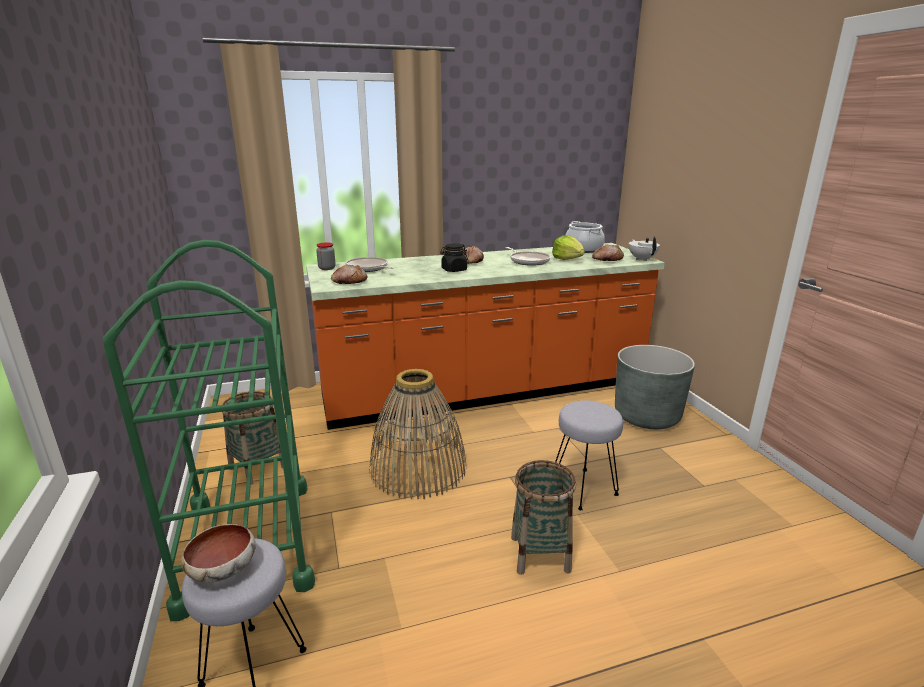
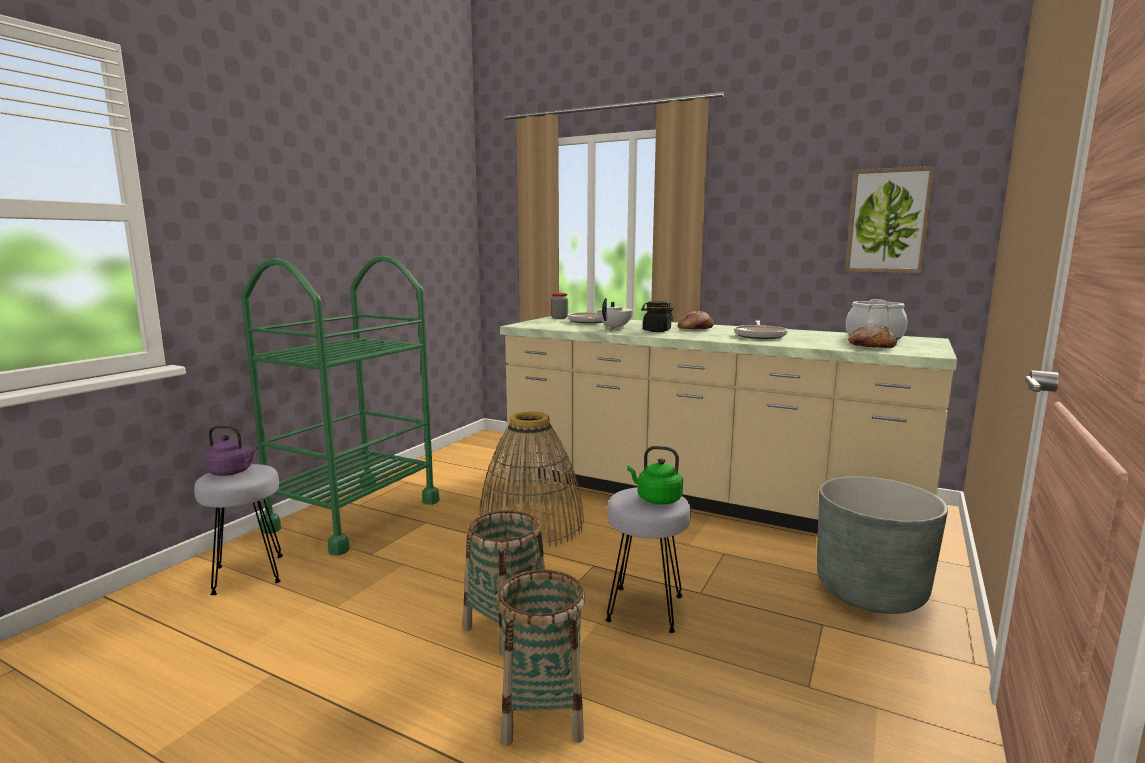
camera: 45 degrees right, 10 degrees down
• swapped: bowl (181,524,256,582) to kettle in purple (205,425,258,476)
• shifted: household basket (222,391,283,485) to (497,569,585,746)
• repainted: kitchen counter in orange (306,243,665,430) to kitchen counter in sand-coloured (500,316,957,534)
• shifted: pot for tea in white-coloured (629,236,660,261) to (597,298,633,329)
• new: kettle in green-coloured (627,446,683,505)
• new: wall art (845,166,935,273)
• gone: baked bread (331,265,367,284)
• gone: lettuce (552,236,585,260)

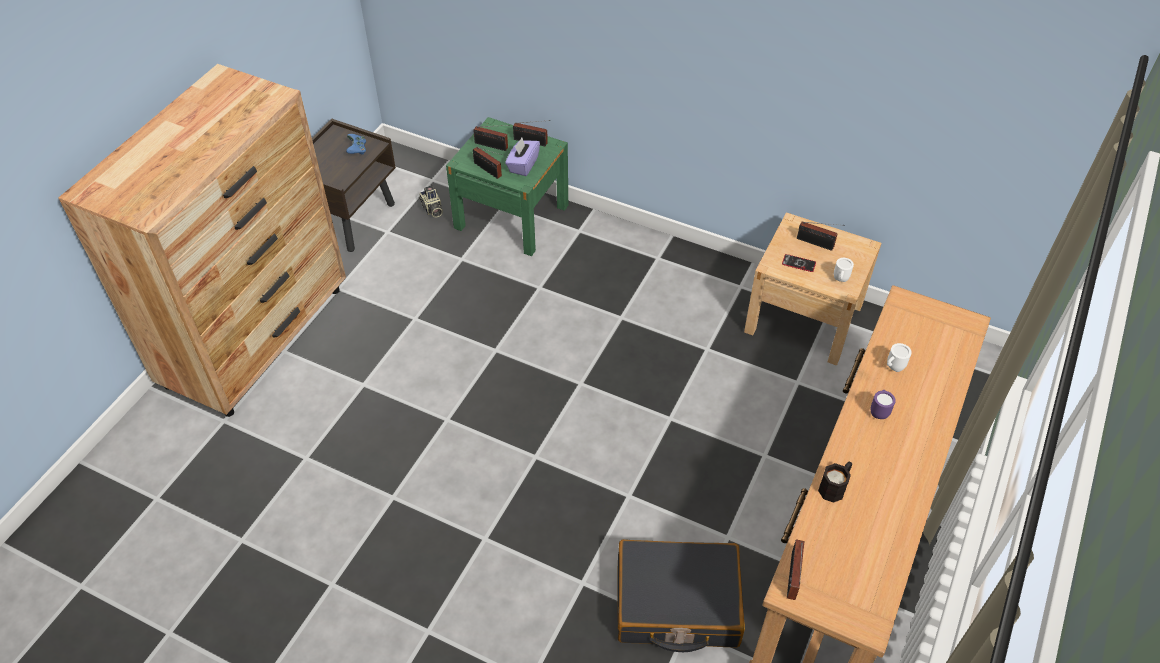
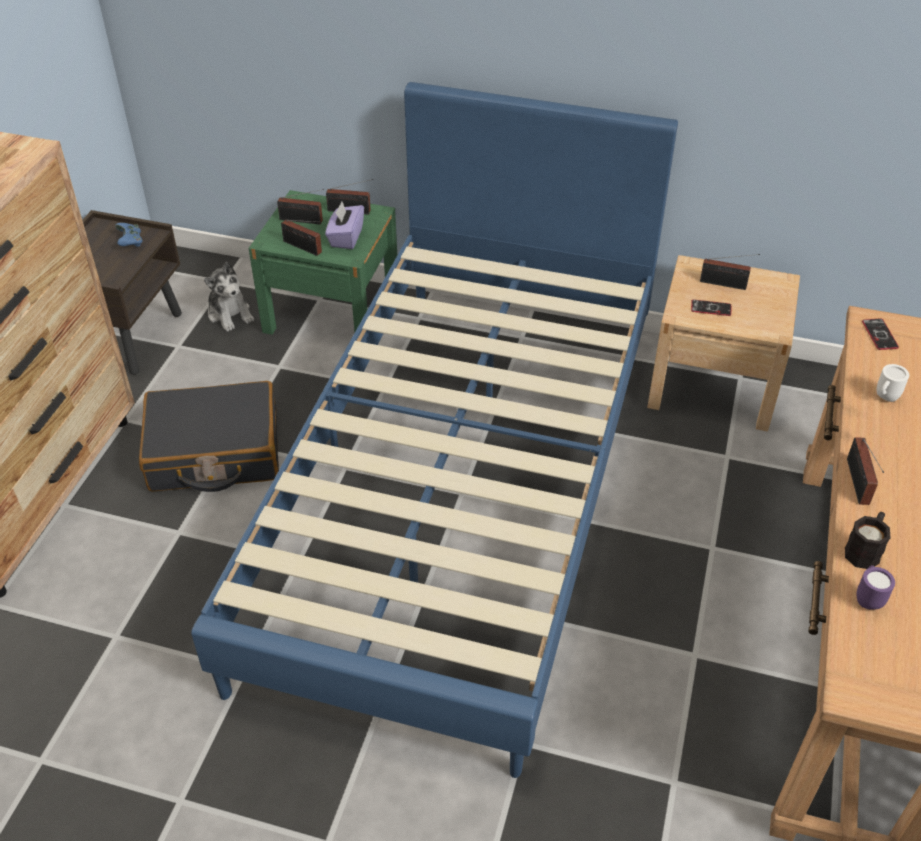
camera: 10 degrees left, 5 degrees down
• shifted: suitcase in blackish (617,539,745,652) to (139,381,279,492)
• new: bedroom bed in bluish (191,82,678,778)
• swapped: still camera (419,185,443,217) to soft toy (204,262,254,332)
• shifted: radio set (787,539,804,600) to (847,437,884,505)
• shifted: coffee mug in purple (871,390,896,419) to (857,565,895,610)
• new: telephone (862,318,899,350)
• gone: coffee mug in white-coloured (834,258,854,282)

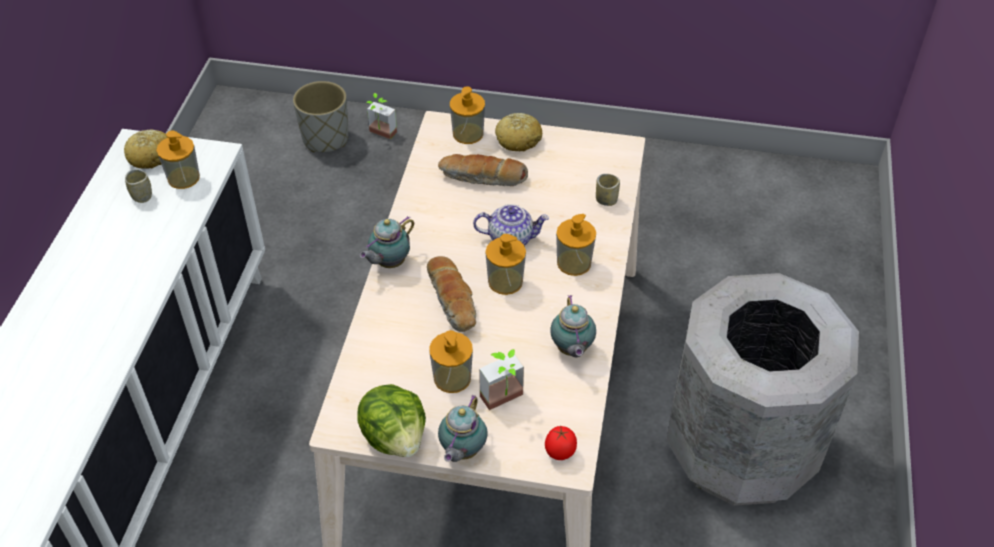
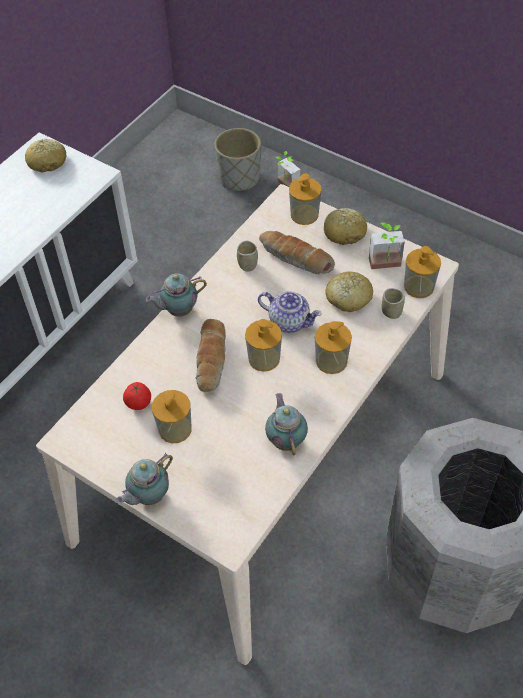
camera: 25 degrees right, 5 degrees up
• shifted: tomato (545,426,577,460) to (123,382,151,410)
• shifted: drinking cup (125,169,152,203) to (237,241,258,272)
• rotated: pot for tea (550,295,596,357) = (265,393,308,456) 150 degrees clockwise
• new: baked bread (325,271,373,312)
• shifted: houseplant (479,349,524,410) to (369,222,405,269)
• shifted: soap dispenser (156,130,200,189) to (404,246,441,298)
• gone: lettuce (357,384,426,457)

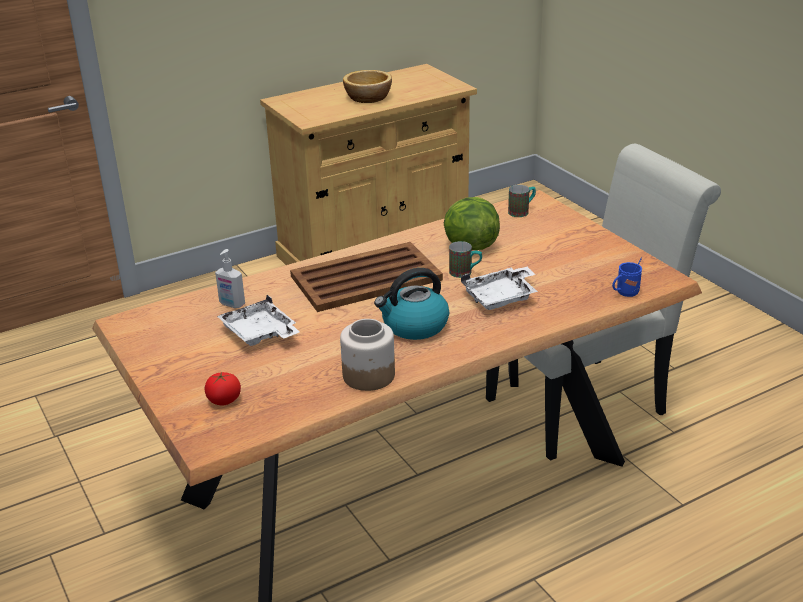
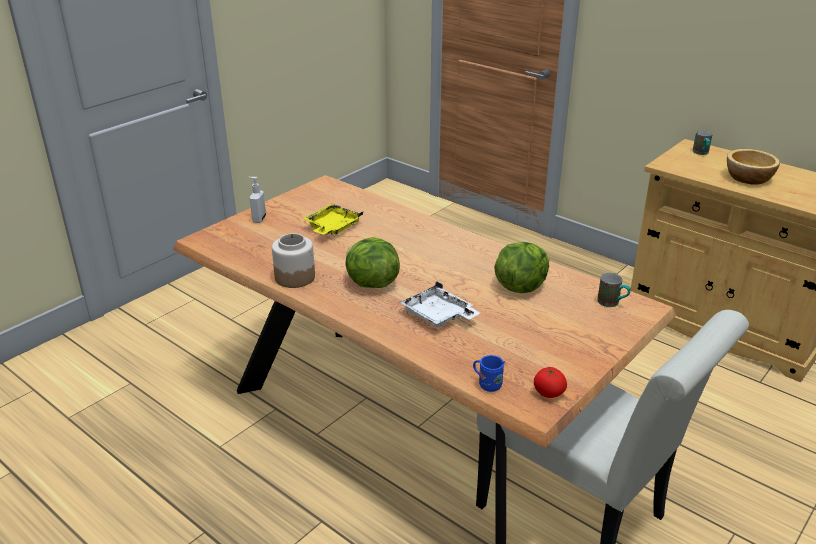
camera: 70 degrees right, 0 degrees up
• shifted: soap dispenser (215,249,245,308) to (248,177,266,223)
• repainted: serving tray in white-coloured (217,295,300,346) to serving tray in yellow (302,204,363,235)
• swapped: kettle (374,268,449,340) to lettuce (345,237,400,288)
• shifted: tomato (205,372,241,406) to (534,367,567,398)
• shifted: coffee mug (449,241,482,278) to (692,130,713,155)
• gone: serving tray in brownish (290,242,443,312)

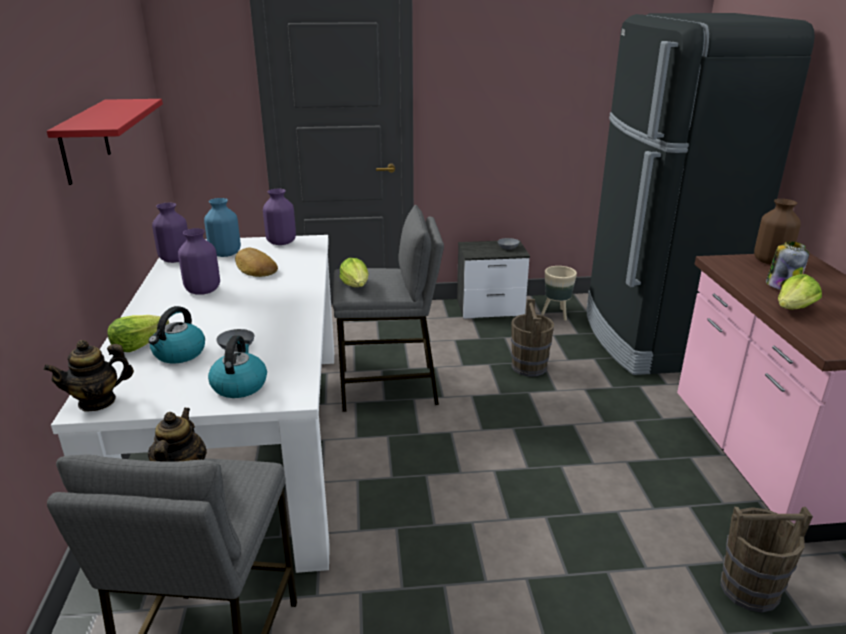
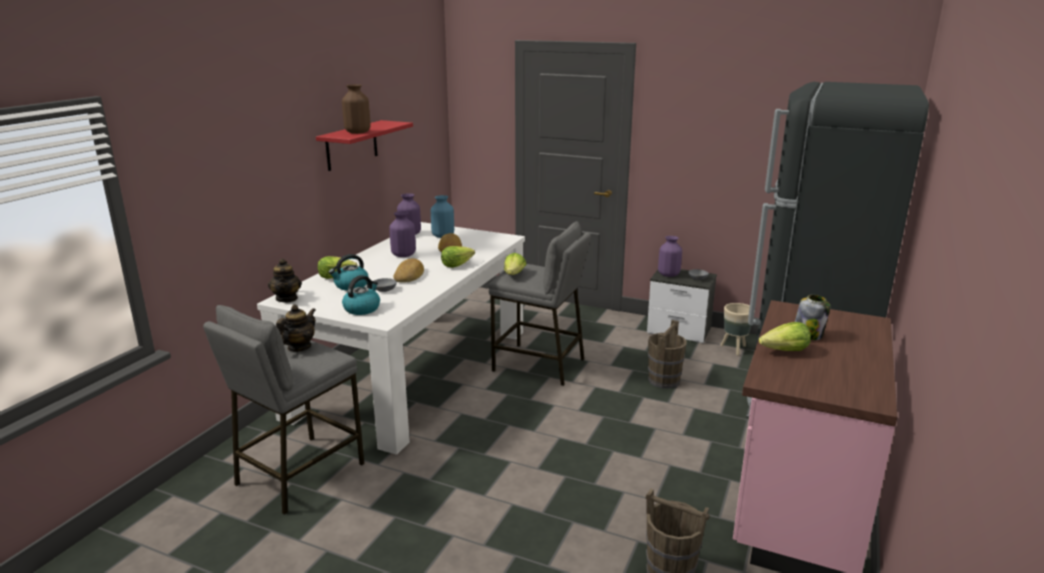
camera: 30 degrees right, 5 degrees down
• rotated: pot for tea (43,340,134,412) = (268,259,302,303) 105 degrees counterclockwise
• shifted: flower vase in brownish (754,199,801,265) to (342,84,371,134)
• new: baked bread (393,259,424,283)
• new: lettuce (441,246,475,268)
• shifted: flower vase in purple (263,189,296,245) to (658,236,682,277)

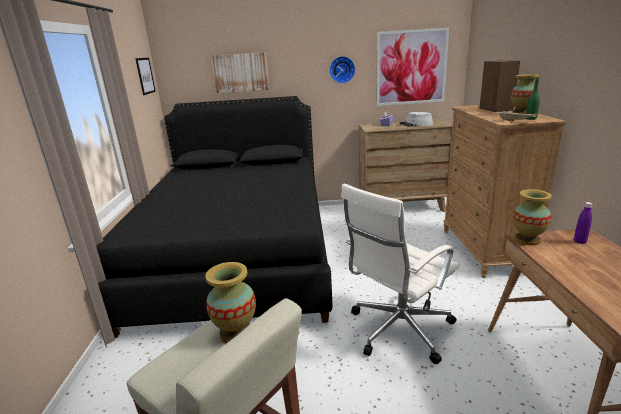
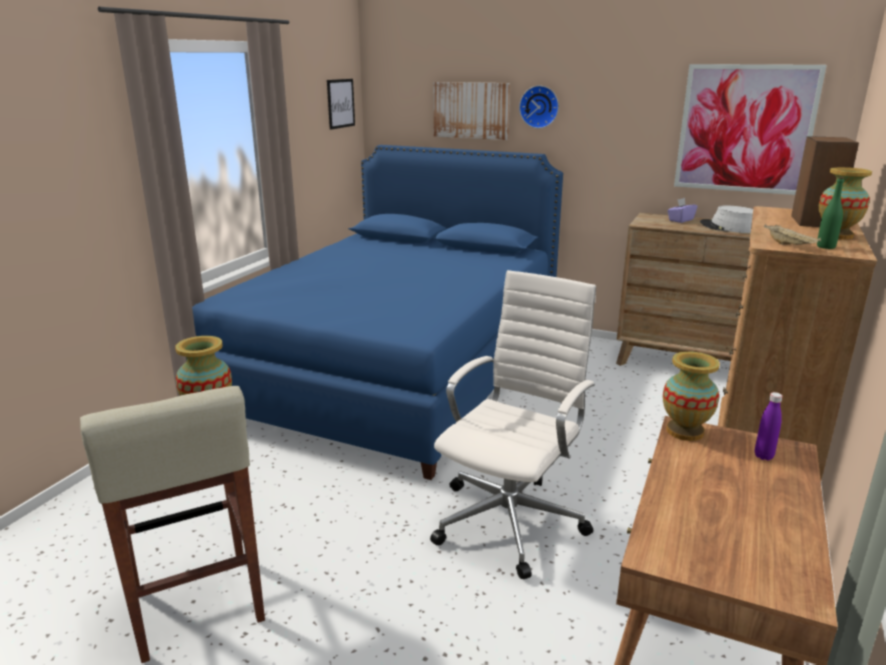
camera: 25 degrees right, 0 degrees up
• repainted: bedroom bed in blackish (96,96,333,338) to bedroom bed in bluish (186,145,563,480)
• rotated: computer chair in white-coloured (341,184,459,364) = (430,270,596,579) 135 degrees clockwise
• shifted: wall clock (329,56,355,84) to (519,85,559,128)

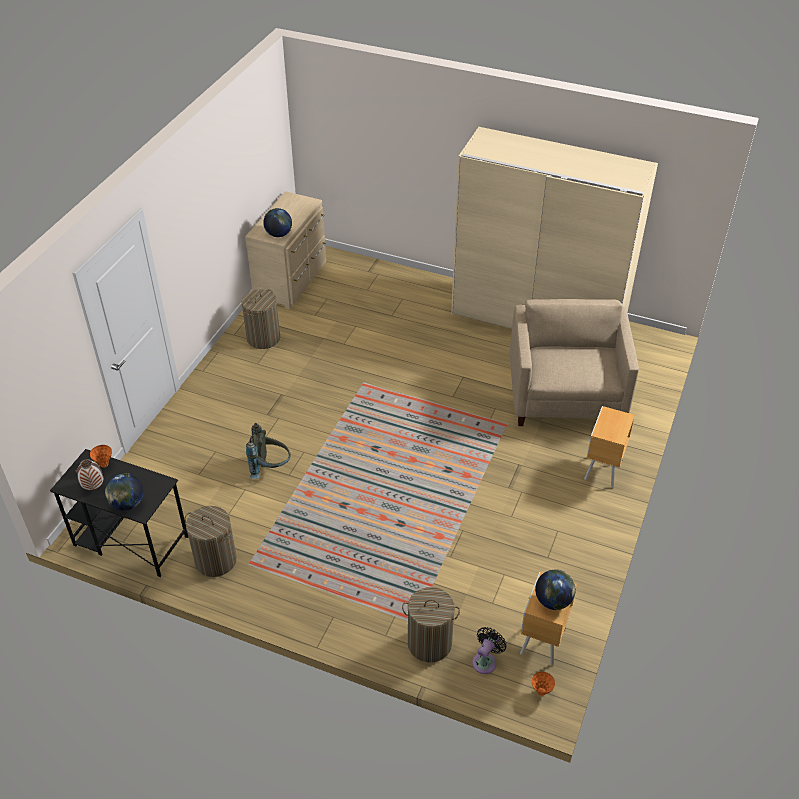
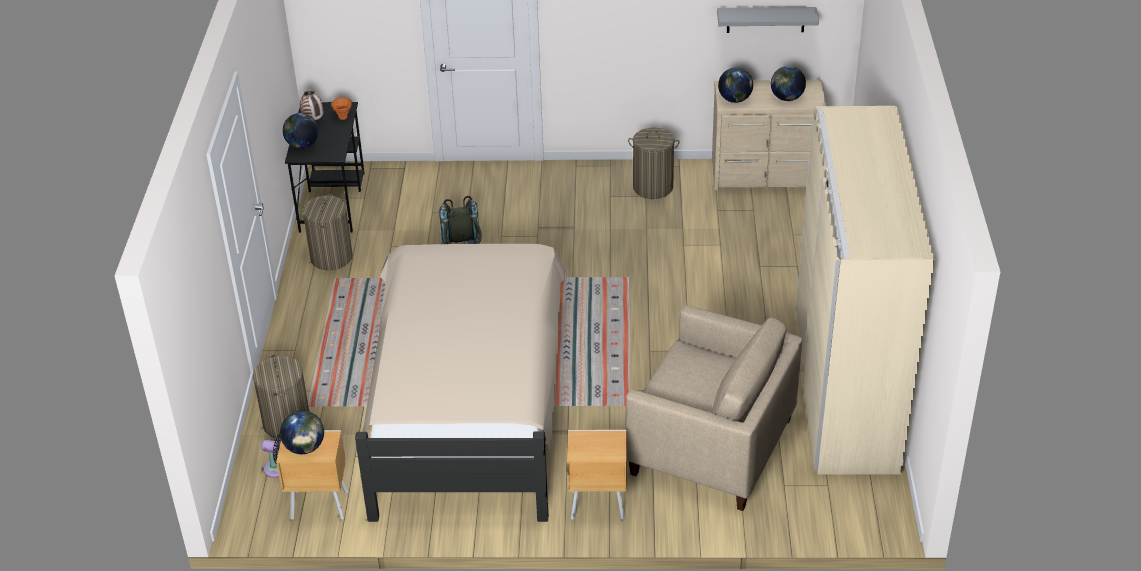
camera: 70 degrees right, 5 degrees down
• new: bedroom bed in sand-coloured (355,244,568,522)
• rotated: armchair in sand-coloured (510,299,639,426) = (626,305,802,511) 45 degrees clockwise
• new: shelf in gray (717,7,819,33)
• new: globe (771,66,806,101)
• gone: flower vase in orange (532,672,555,696)

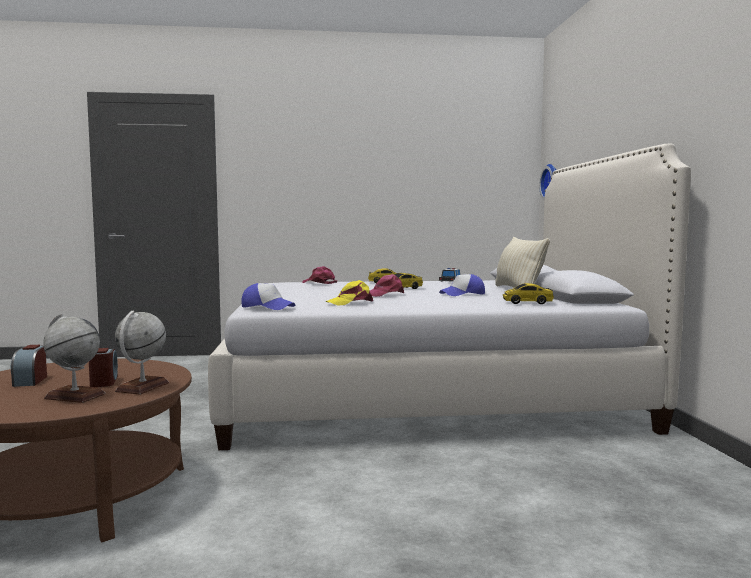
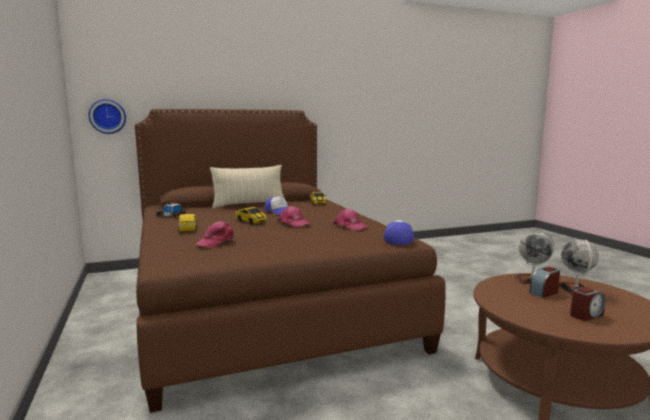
camera: 105 degrees left, 5 degrees up
• repainted: bedroom bed in white-coloured (208,143,691,450) to bedroom bed in brownish (135,109,446,413)
• repainted: baseball cap in yellow (326,280,373,306) to baseball cap in pink-coloured (333,209,369,230)

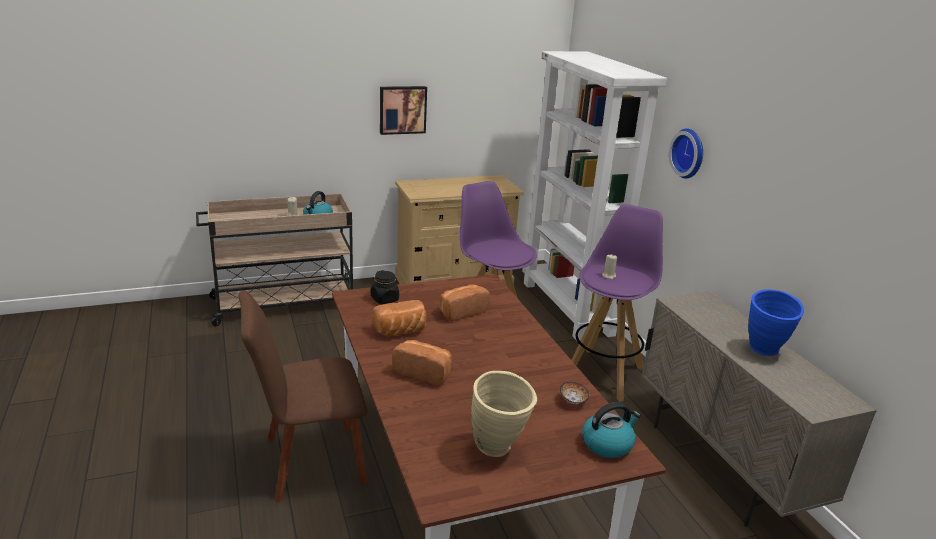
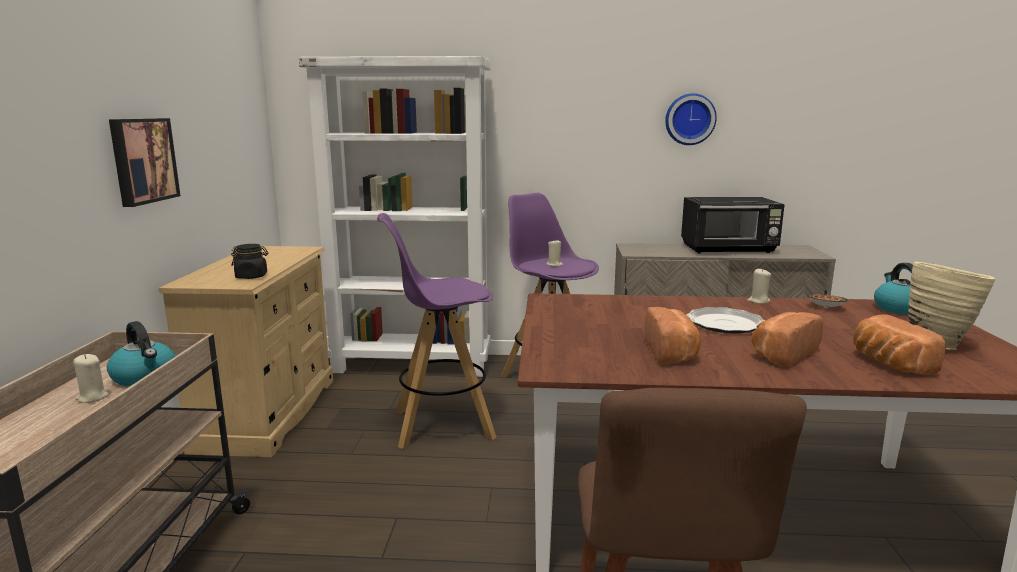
camera: 65 degrees left, 10 degrees down
• shifted: storage jar in blackish (371,270,399,304) to (231,244,269,279)
• shifted: wall clock (669,128,703,179) to (665,93,717,145)
• swapped: flower vase in bluish (748,290,804,356) to microwave oven in blackish (681,197,784,253)
• new: dinner plate (687,307,765,334)
• new: wax candle in sand-coloured (747,268,771,304)
• shifted: baked bread (439,285,490,321) to (854,314,946,375)

